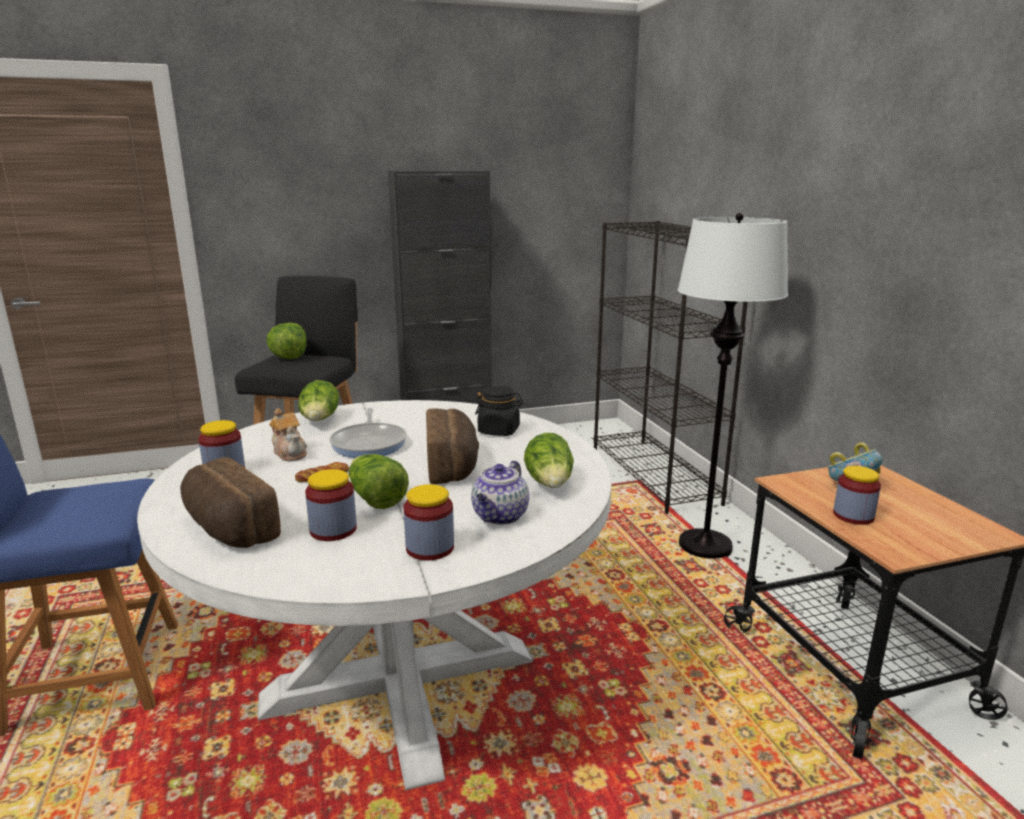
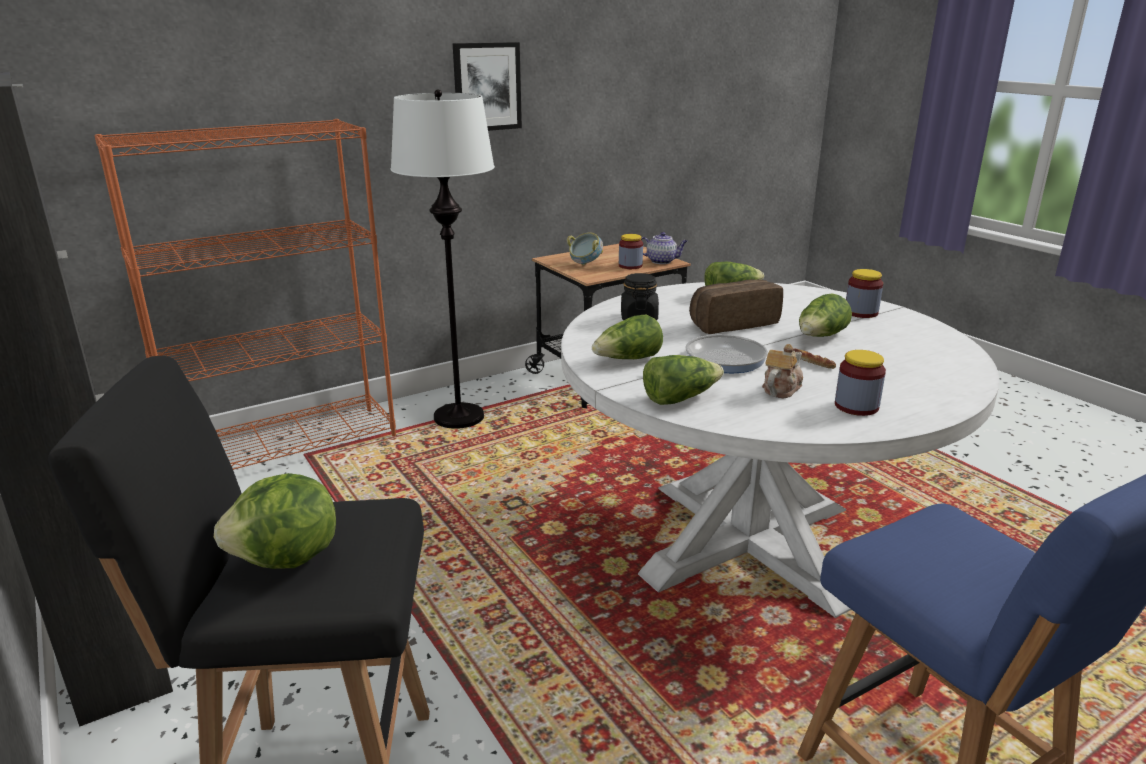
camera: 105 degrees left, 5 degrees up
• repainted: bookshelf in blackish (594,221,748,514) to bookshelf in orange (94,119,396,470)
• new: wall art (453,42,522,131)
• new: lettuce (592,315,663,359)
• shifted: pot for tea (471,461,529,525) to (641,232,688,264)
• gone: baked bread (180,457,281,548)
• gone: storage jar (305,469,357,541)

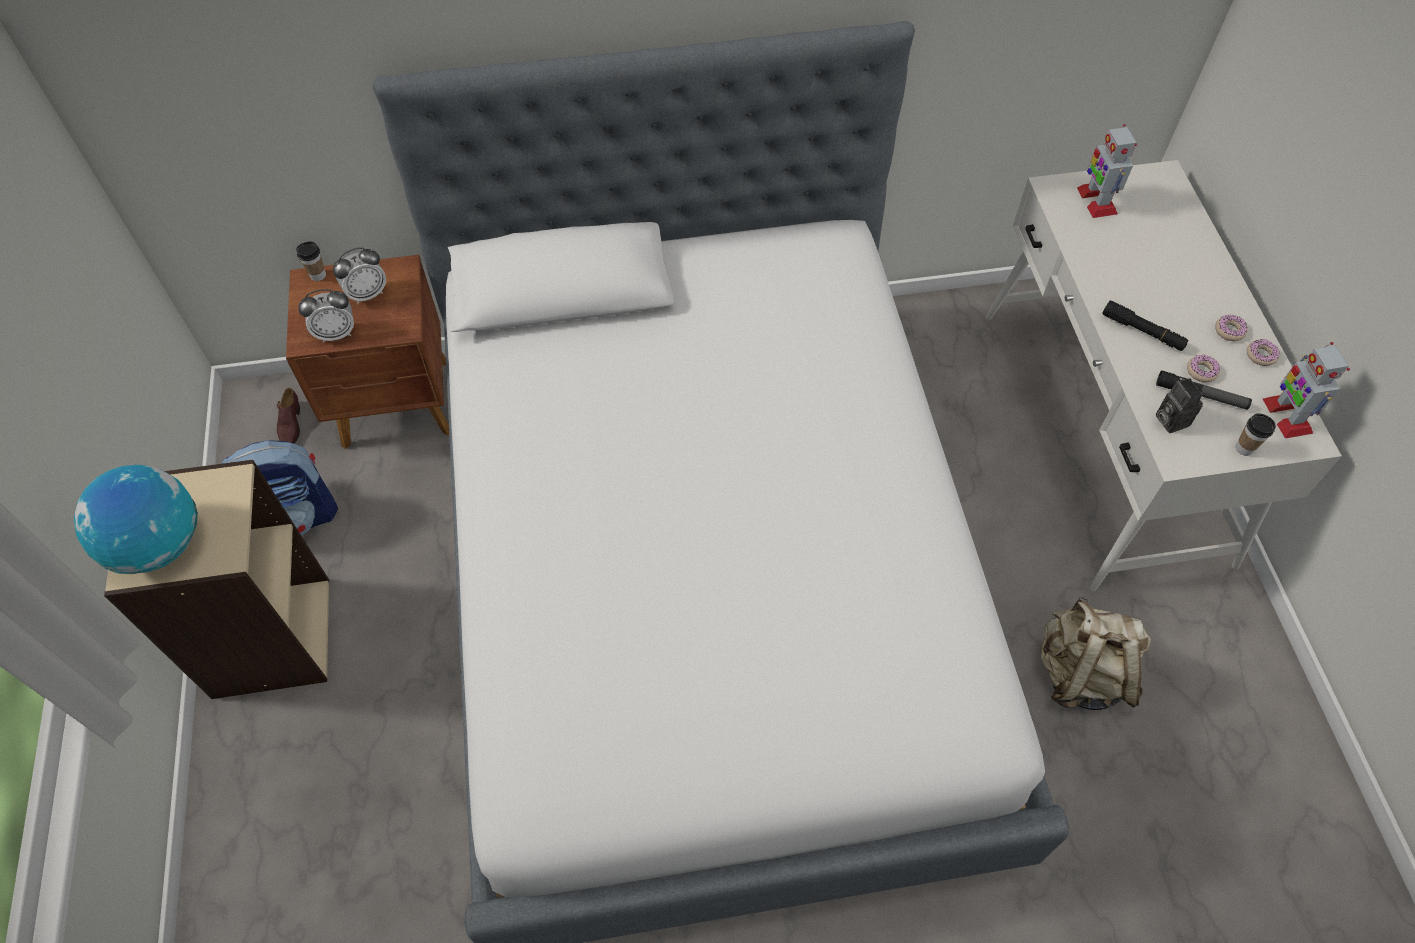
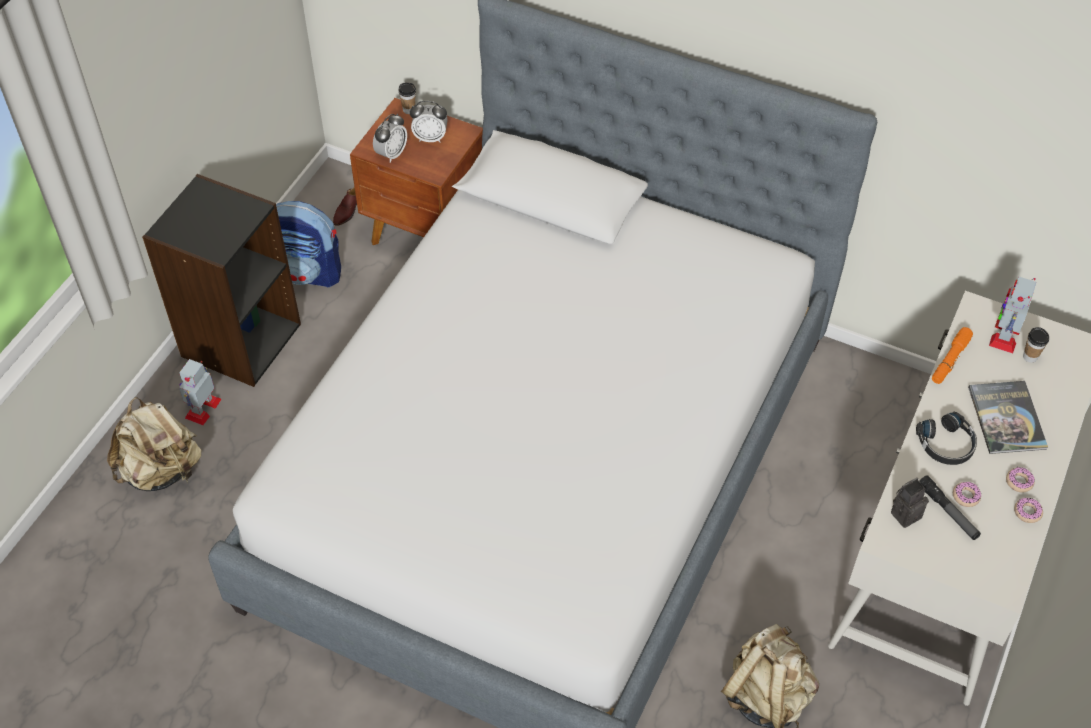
camera: 35 degrees right, 5 degrees down
• new: knapsack in sand-coloured (107,397,201,491)
• repainted: bookshelf in sand-coloured (104,460,329,699) to bookshelf in blackish (142,174,301,387)
• shifted: robot figure (1263,342,1350,439) to (179,359,222,425)
• rotated: table clock (298,289,354,342) = (373,114,407,163) 75 degrees counterclockwise
• rotated: still camera (1156,378,1203,433) = (891,478,929,528) 45 degrees clockwise
• swapped: hand torch in blackish (1102,301,1189,351) to headset in blackish (916,412,977,465)
• new: hand torch in orange (932,327,973,384)
• new: book (968,381,1048,454)
• shifted: drinking cup (1235,413,1276,456) to (1023,327,1049,363)
• gone: globe (74,465,198,574)

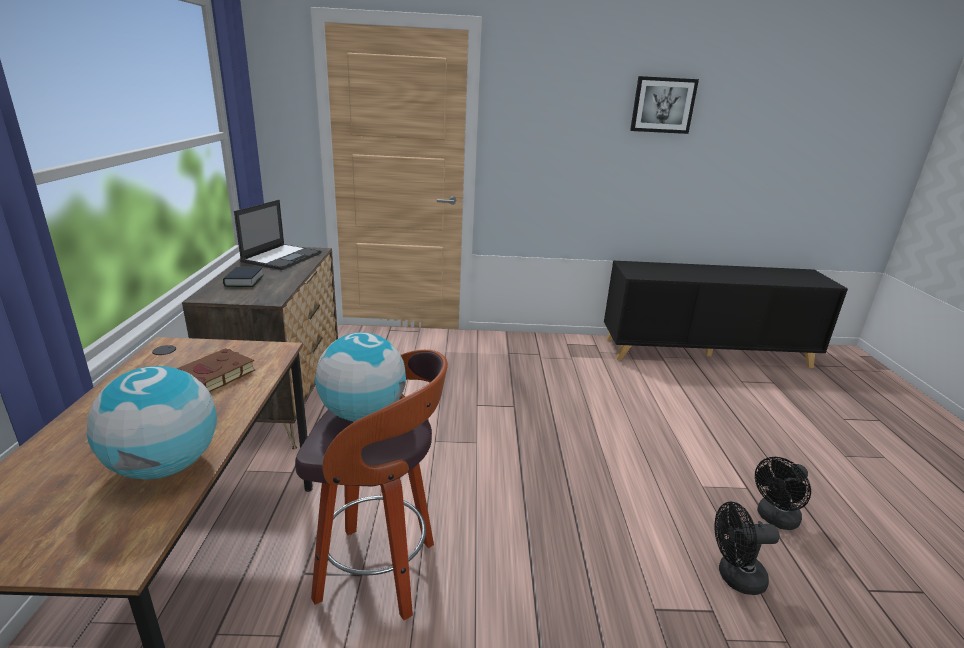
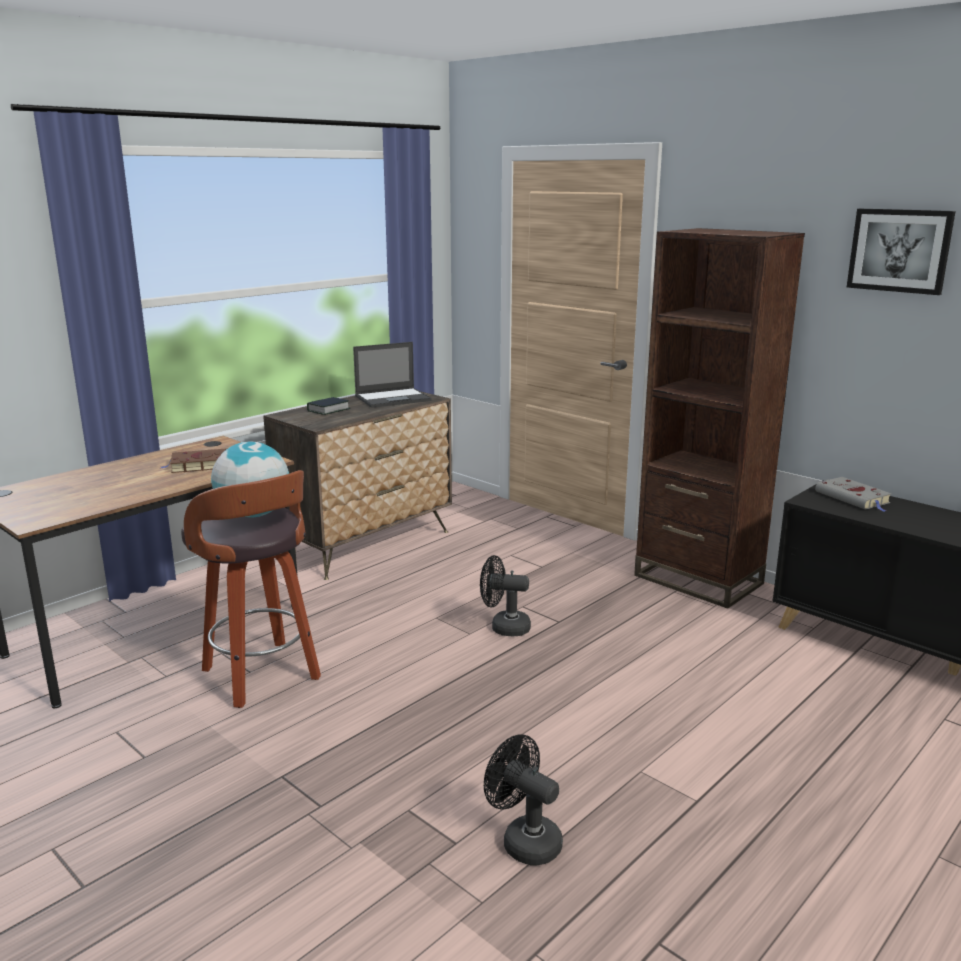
camera: 45 degrees right, 5 degrees down
• shifted: cooling fan in blackish (755,457,811,530) to (480,555,531,636)
• new: bookshelf in brownish (634,228,805,609)
• new: book in gray (815,477,891,512)
• gone: globe (87,366,217,480)

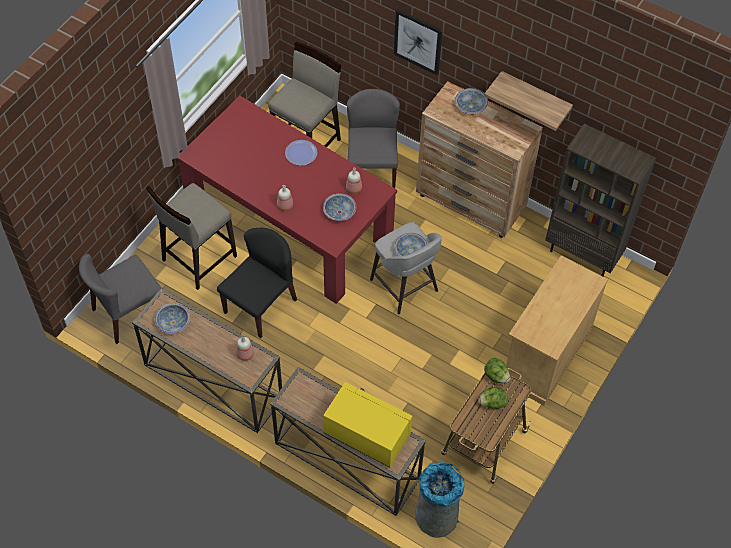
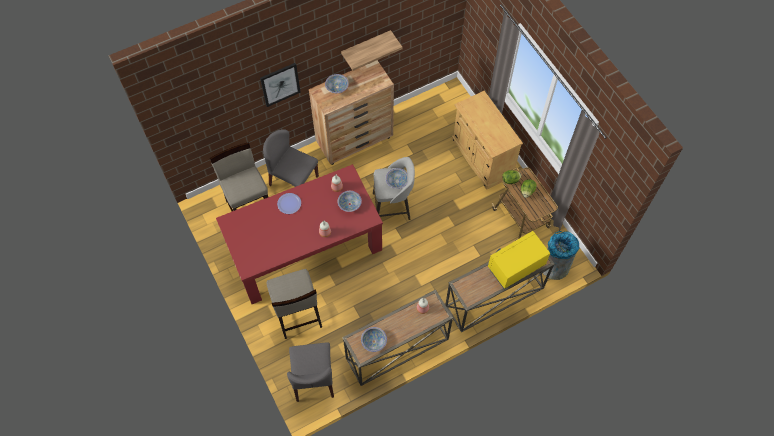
camera: 60 degrees left, 5 degrees up
• gone: upright chair in blackish (217,228,297,338)
• gone: bookshelf in brownish (545,123,656,277)

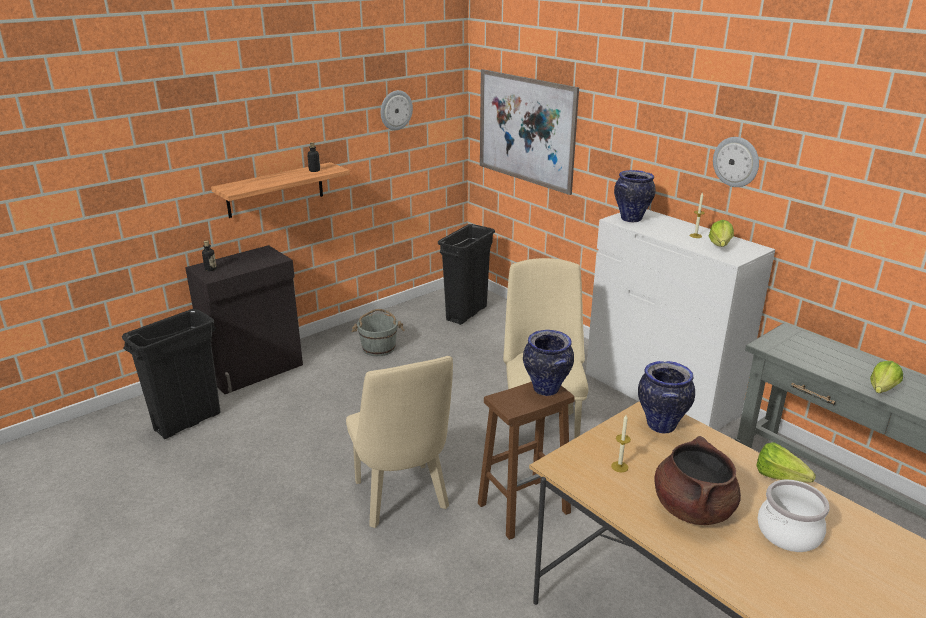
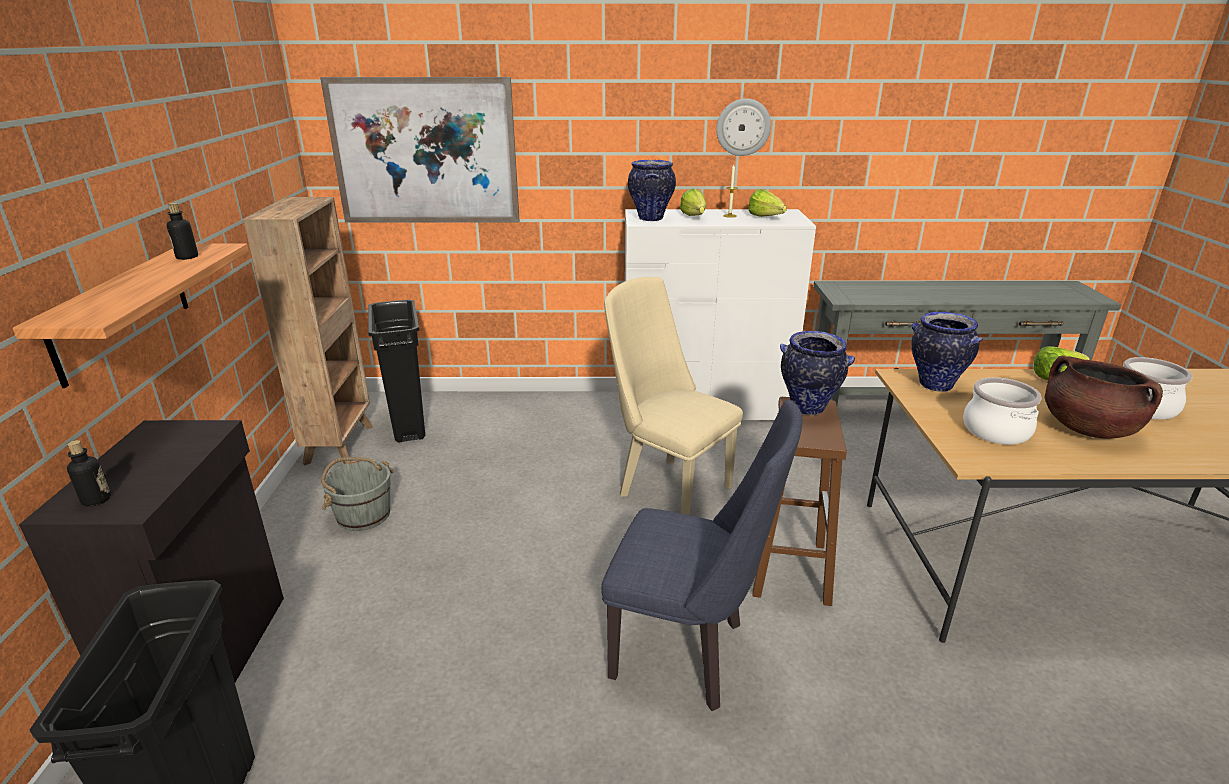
camera: 50 degrees left, 0 degrees up
• new: bookshelf in brownish (243,197,373,466)
• repainted: upright chair in sand-coloured (346,356,453,528) to upright chair in bluish (601,400,803,711)
• shifted: lettuce (870,361,903,393) to (680,188,706,216)
• swapped: wax candle (611,415,631,472) to saucepot (963,377,1042,445)
• gone: wall clock (381,90,413,130)

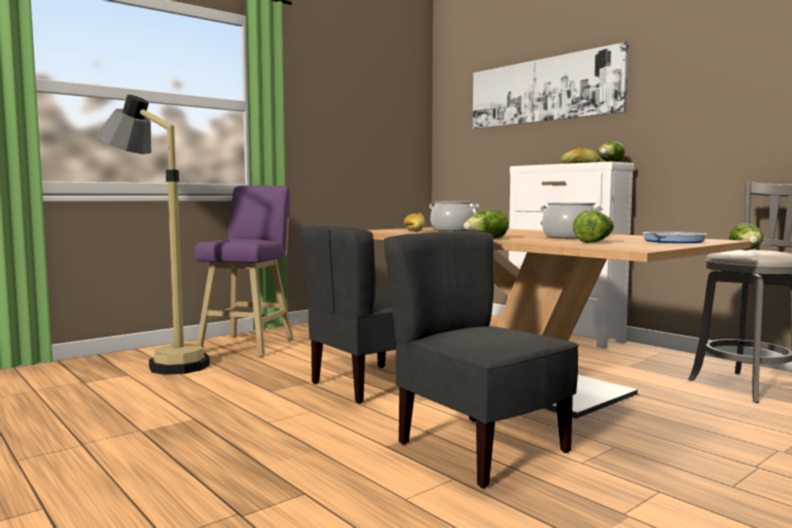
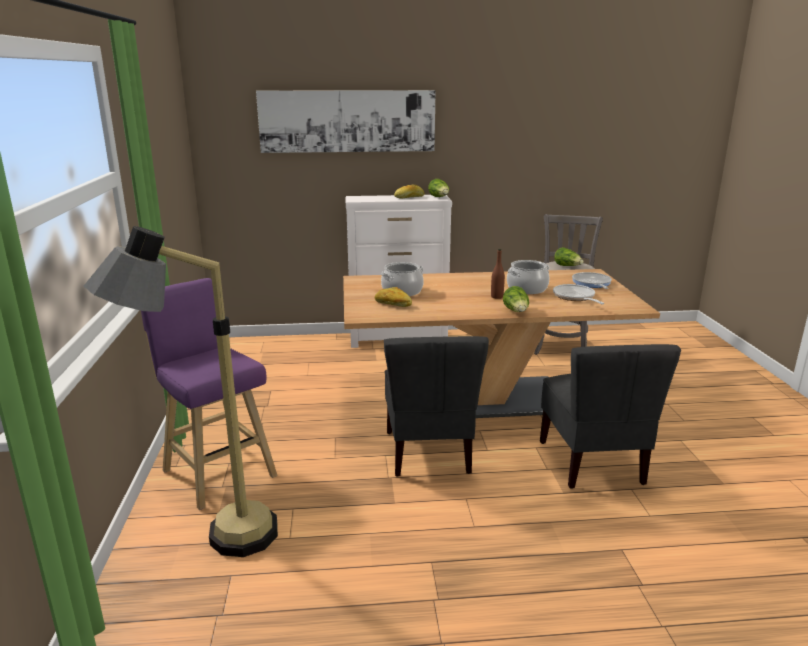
camera: 55 degrees left, 15 degrees up
• new: beverage bottle in brownish (491,249,505,299)
• rotated: upright chair in gray (384,231,579,488) = (540,344,681,489) 90 degrees counterclockwise
• swapped: lettuce (573,211,614,243) to pan (553,284,604,304)

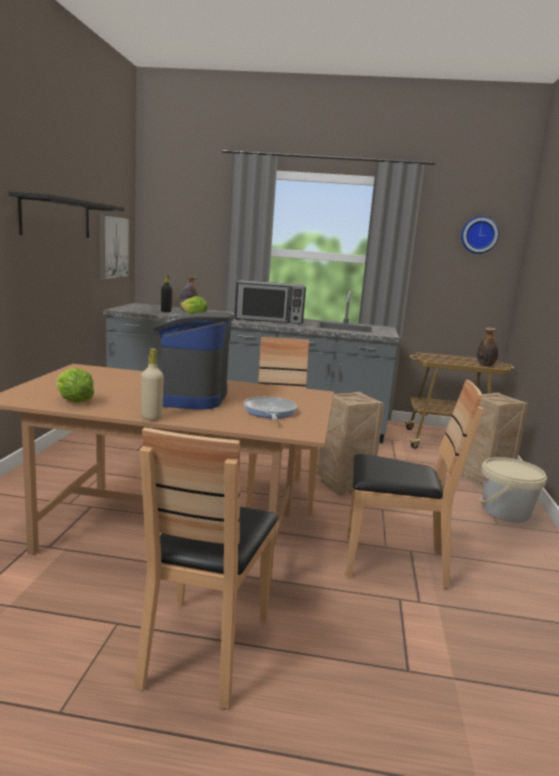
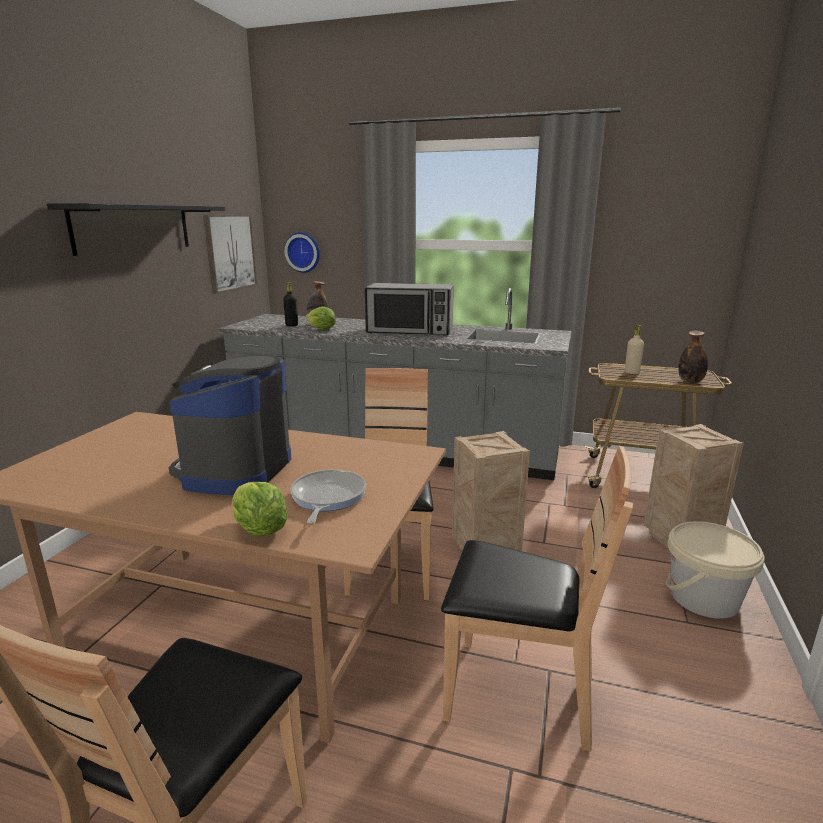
camera: 10 degrees right, 5 degrees up
• shifted: lettuce (56,368,94,403) to (232,482,288,536)
• shifted: wall clock (461,216,499,254) to (285,232,320,273)
• shifted: beverage bottle in sand-coloured (141,348,164,420) to (625,325,644,374)

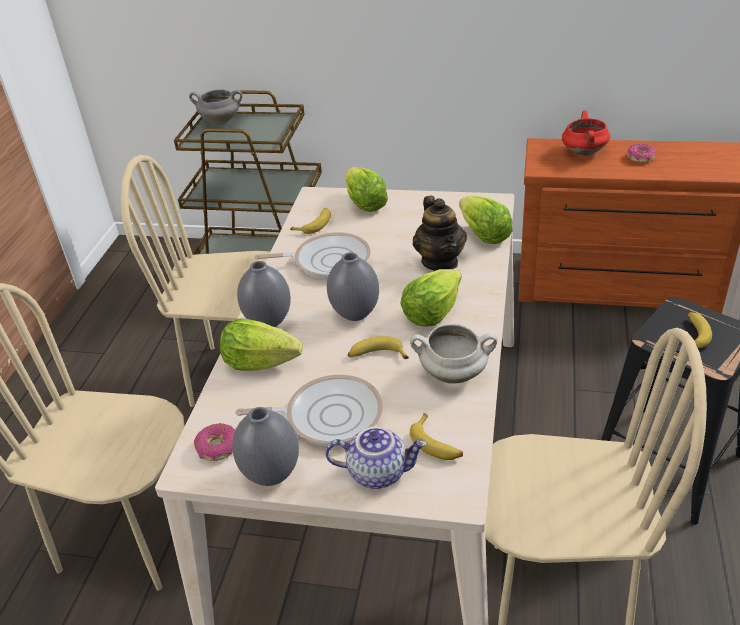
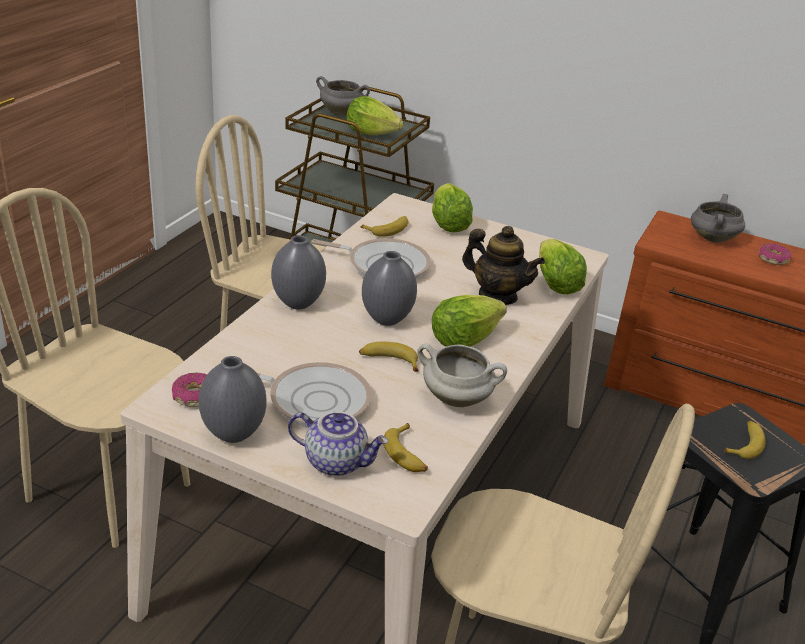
camera: 10 degrees right, 5 degrees down
• shifted: lettuce (220,319,303,371) to (346,96,403,135)
• rotated: pot for tea (413,196,467,271) = (462,226,545,305) 60 degrees counterclockwise
• repainted: saucepot in reddish (562,111,610,156) to saucepot in gray (691,194,745,243)

